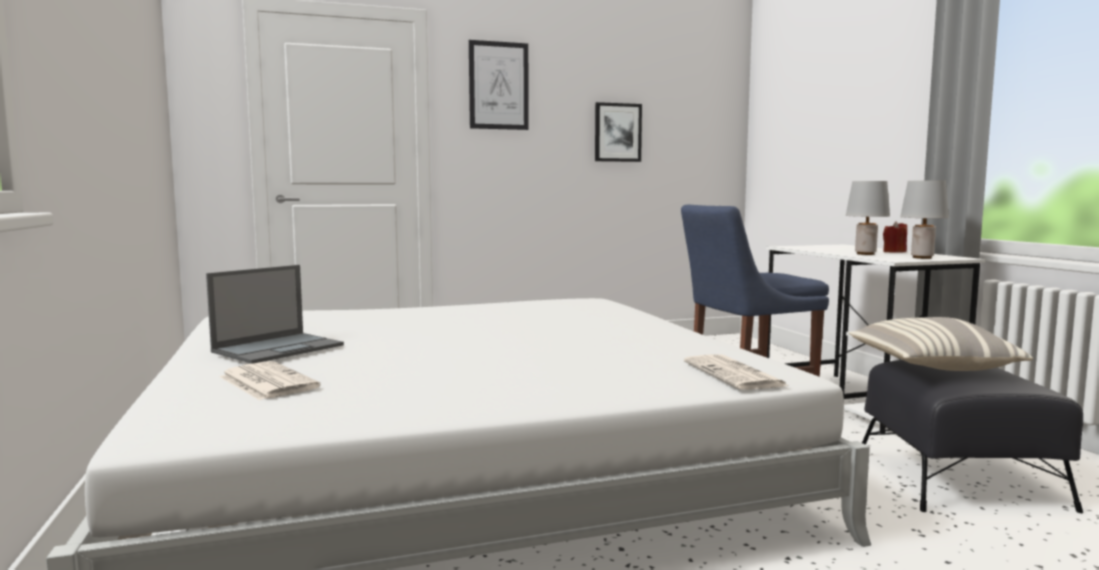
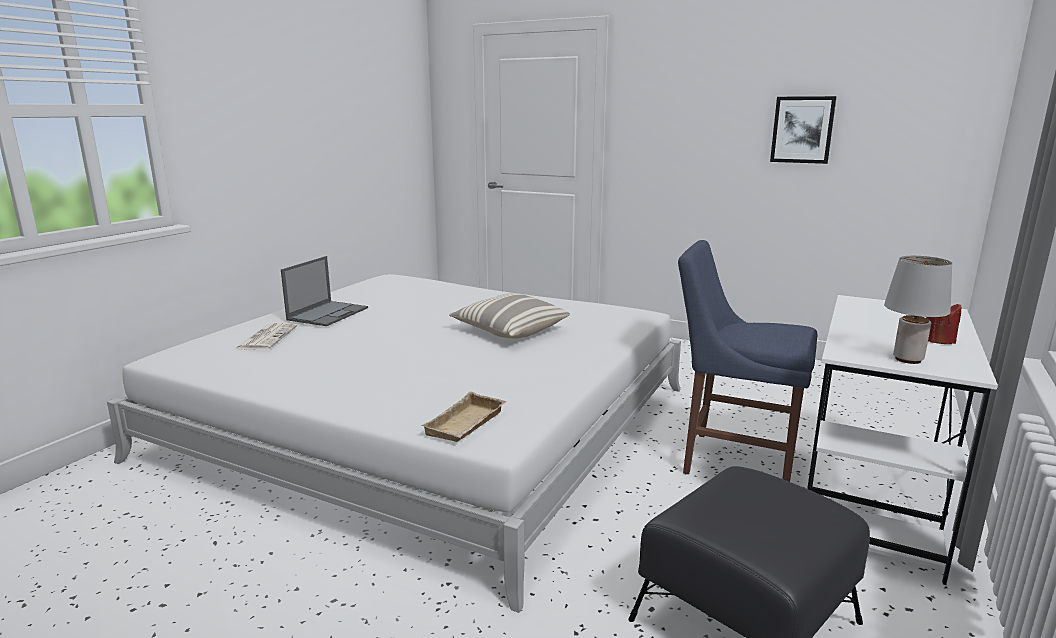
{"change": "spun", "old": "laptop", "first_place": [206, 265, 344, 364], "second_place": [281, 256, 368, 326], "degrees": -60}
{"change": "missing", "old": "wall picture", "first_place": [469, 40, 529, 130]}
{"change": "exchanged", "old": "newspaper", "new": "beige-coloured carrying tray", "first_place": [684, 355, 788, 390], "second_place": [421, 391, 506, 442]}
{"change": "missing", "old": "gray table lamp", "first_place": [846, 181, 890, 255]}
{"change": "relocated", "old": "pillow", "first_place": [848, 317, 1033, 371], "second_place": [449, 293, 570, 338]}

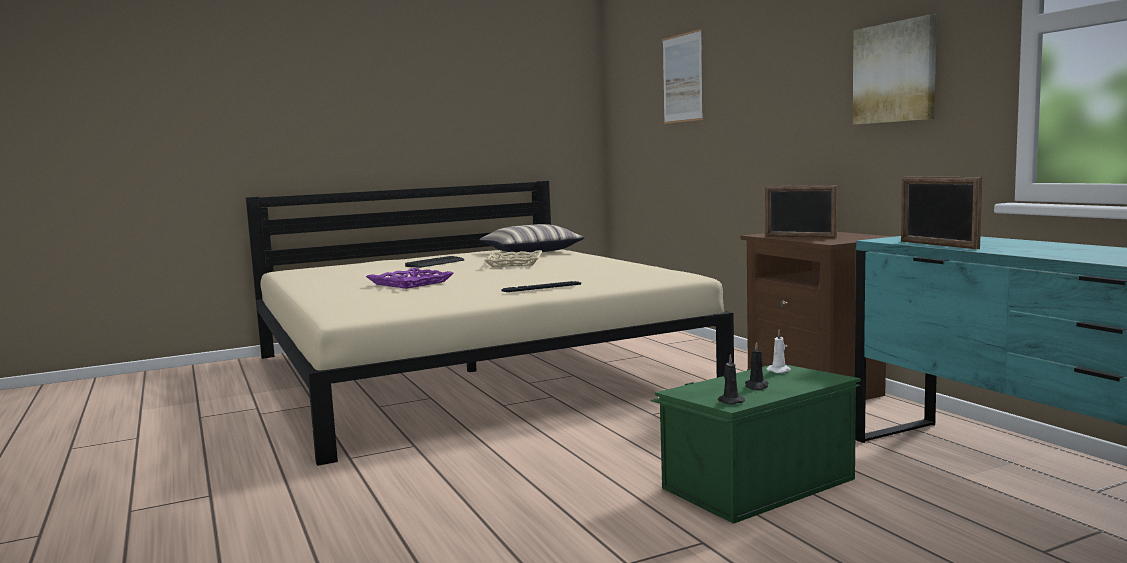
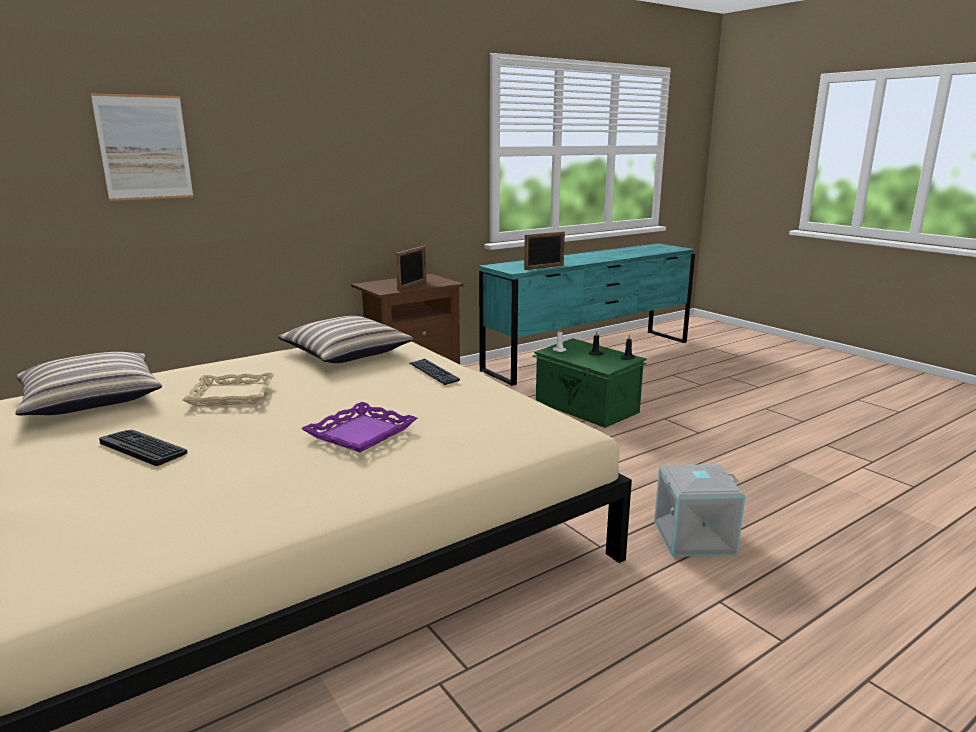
{"change": "missing", "old": "wall picture", "first_place": [853, 14, 937, 125]}
{"change": "appeared", "new": "pillow", "second_place": [278, 316, 414, 363]}
{"change": "appeared", "new": "gray storage container", "second_place": [654, 464, 745, 557]}

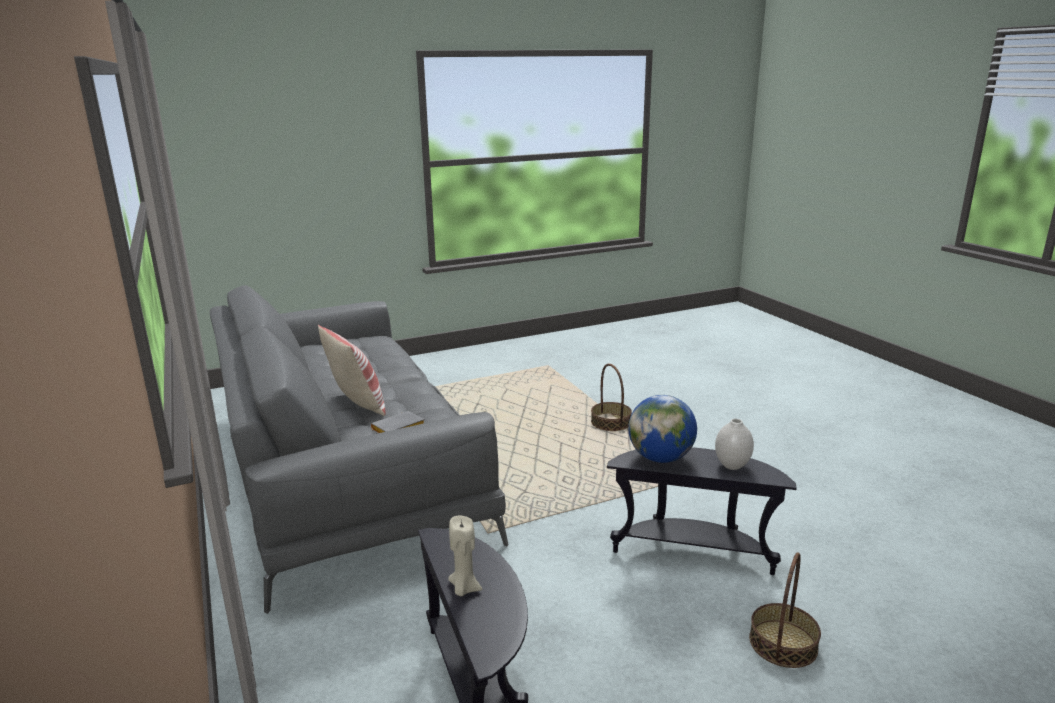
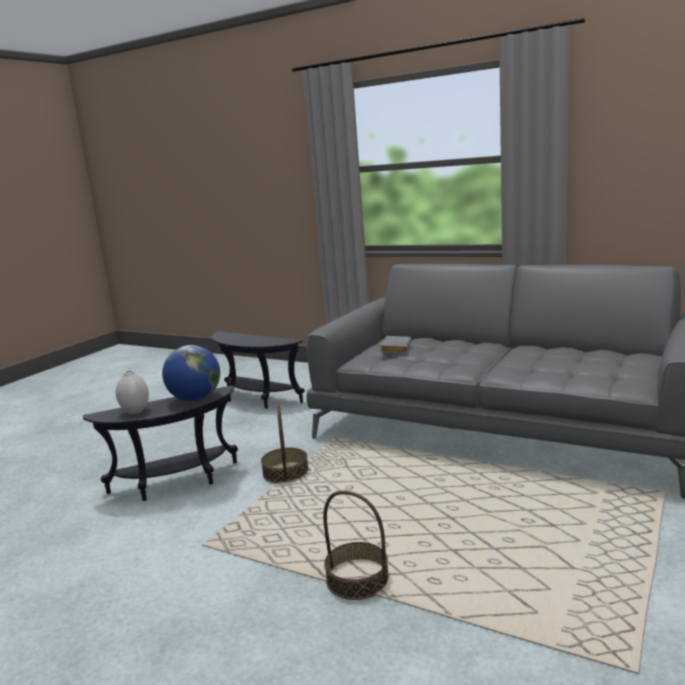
{"change": "missing", "old": "pillow", "first_place": [318, 325, 385, 416]}
{"change": "missing", "old": "beige-coloured wax light", "first_place": [448, 516, 482, 596]}
{"change": "relocated", "old": "storage basket", "first_place": [749, 552, 821, 668], "second_place": [261, 404, 308, 483]}

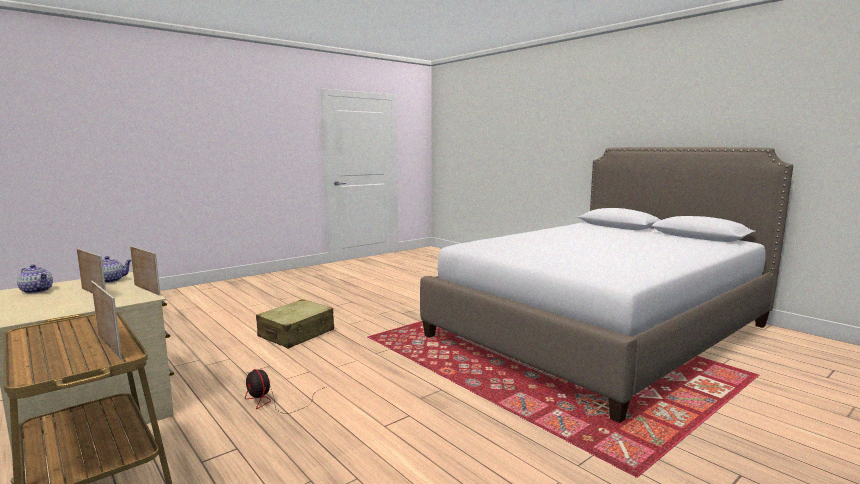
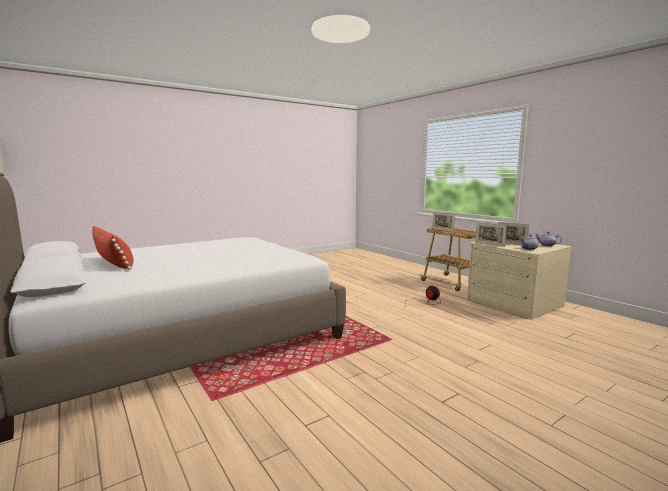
{"change": "missing", "old": "beige-coloured piece of luggage", "first_place": [256, 299, 334, 349]}
{"change": "appeared", "new": "red pillow", "second_place": [92, 226, 134, 270]}

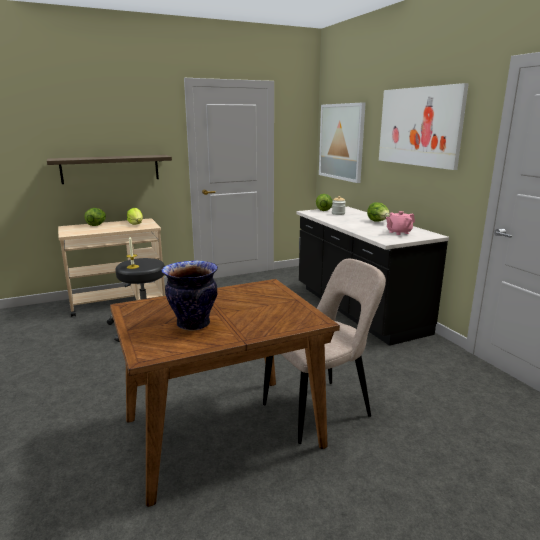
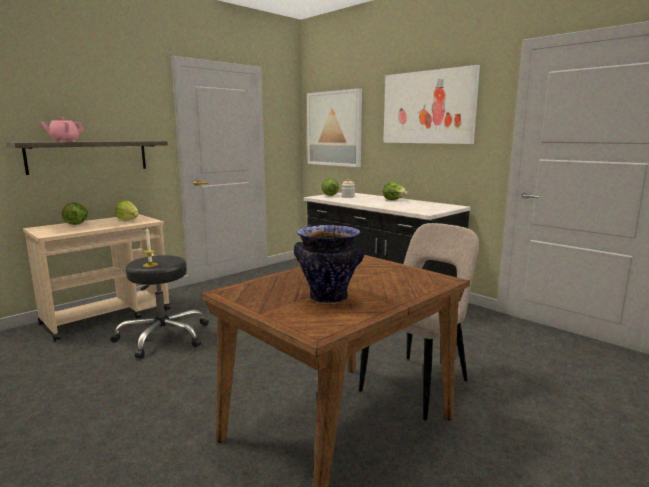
{"change": "relocated", "old": "pink-coloured teapot", "first_place": [386, 211, 415, 235], "second_place": [40, 117, 84, 142]}

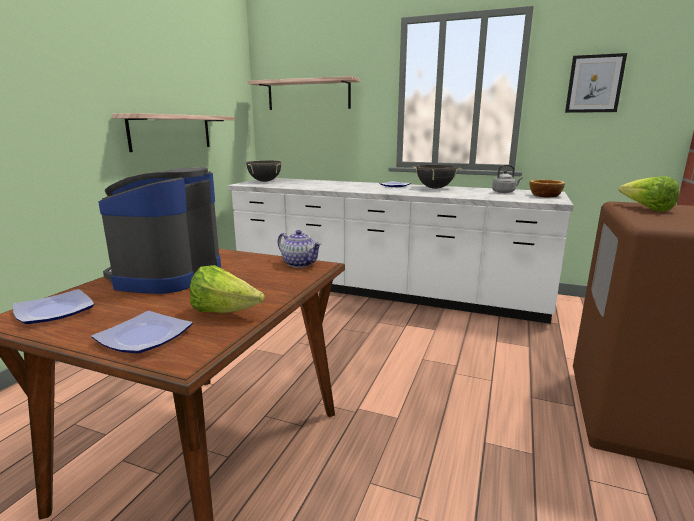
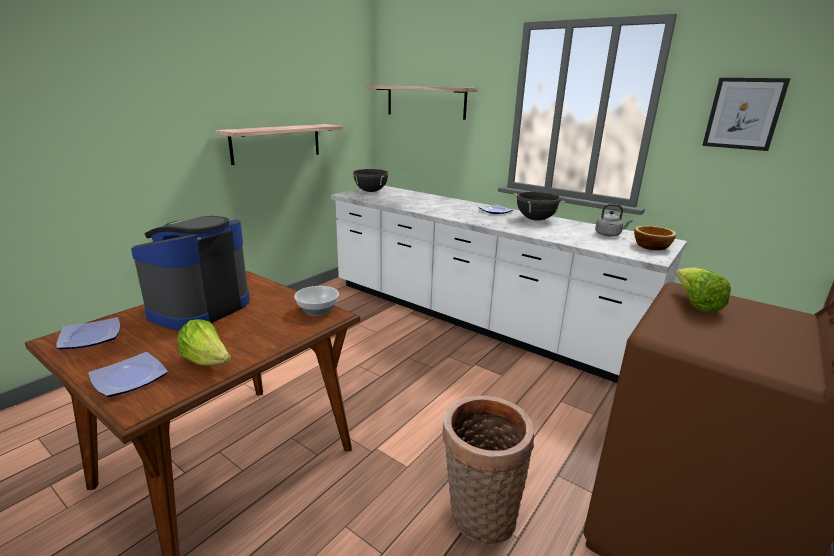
{"change": "exchanged", "old": "teapot", "new": "deep dish", "first_place": [278, 230, 322, 268], "second_place": [294, 286, 339, 316]}
{"change": "appeared", "new": "storage basket", "second_place": [442, 396, 534, 545]}

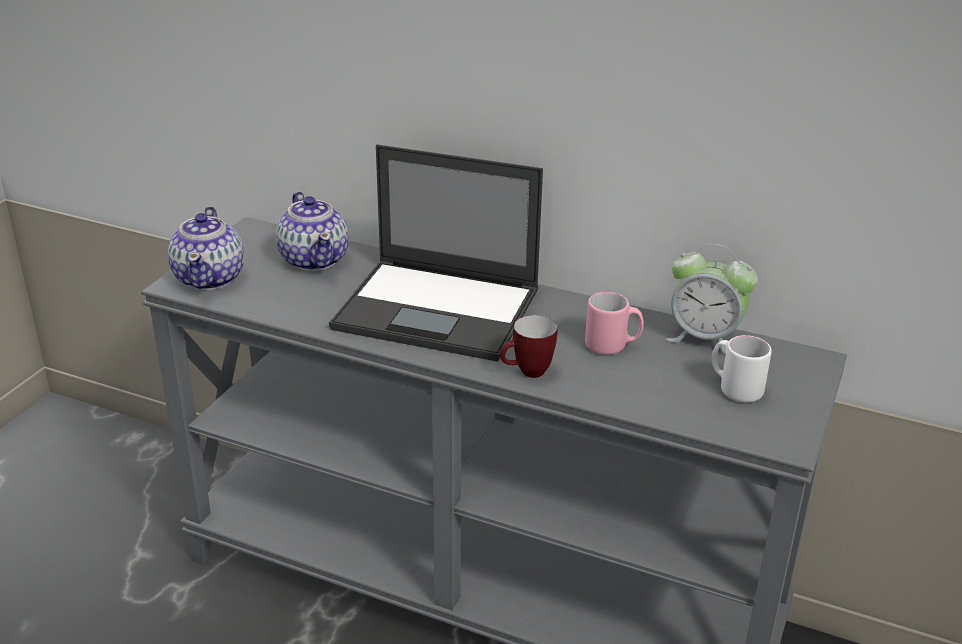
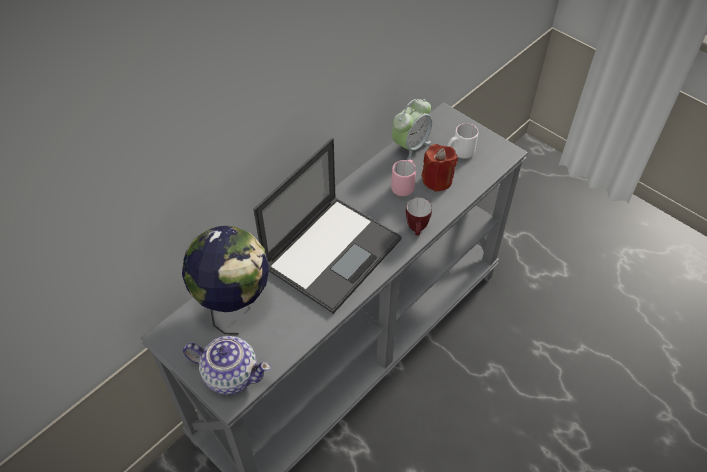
{"change": "exchanged", "old": "teapot", "new": "desk globe", "first_place": [276, 192, 349, 271], "second_place": [182, 226, 269, 335]}
{"change": "appeared", "new": "red wax light", "second_place": [422, 144, 458, 192]}

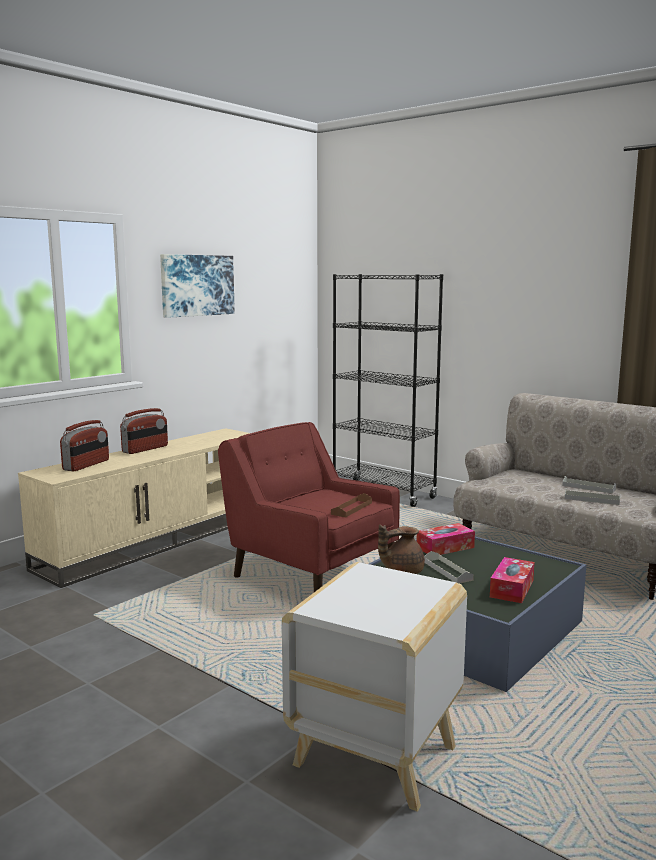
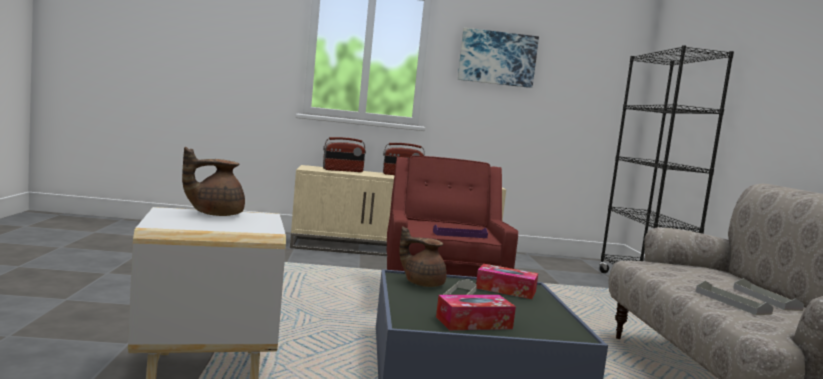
{"change": "colour", "old": "brown-coloured carrying tray", "new": "purple-coloured carrying tray", "first_place": [331, 493, 372, 517], "second_place": [433, 225, 488, 238]}
{"change": "appeared", "new": "brown-coloured teapot", "second_place": [182, 147, 245, 216]}

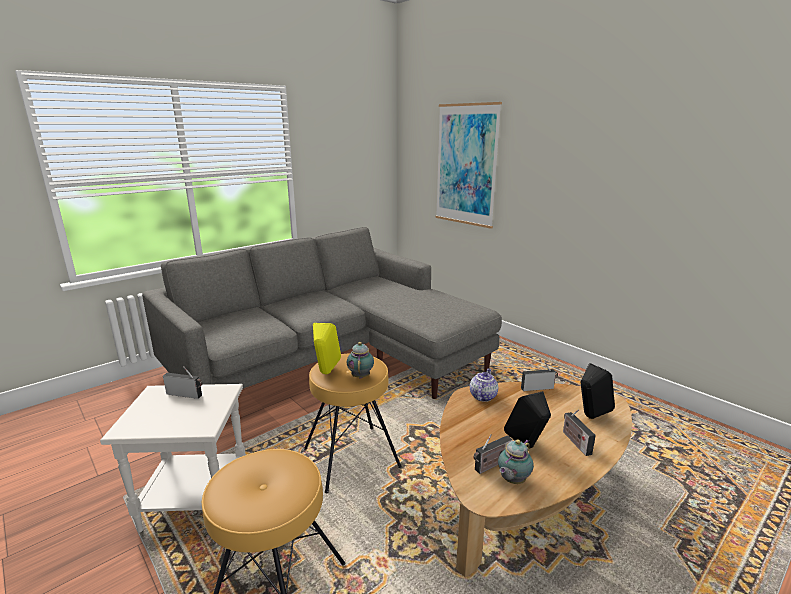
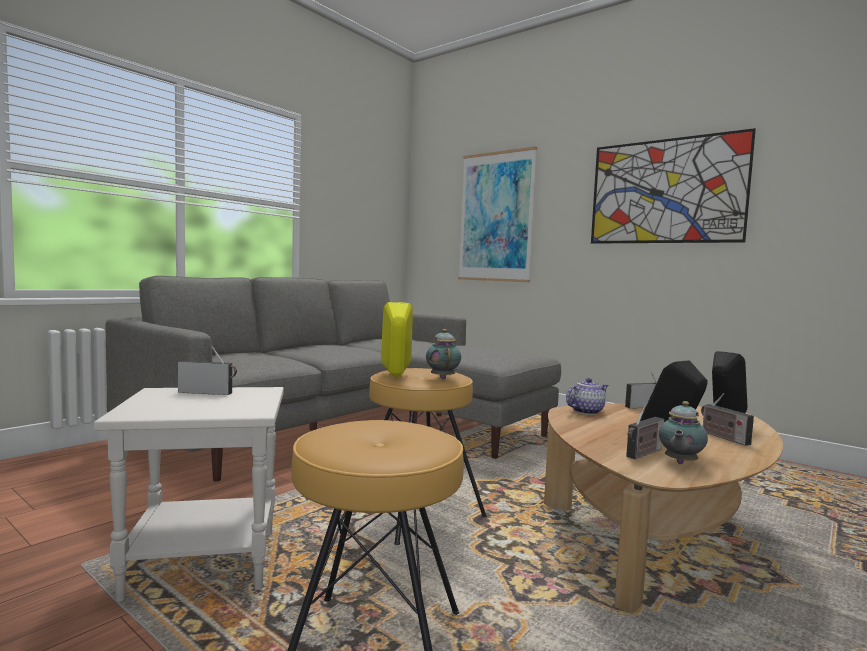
{"change": "spun", "old": "teapot", "first_place": [470, 368, 498, 402], "second_place": [566, 378, 608, 415], "degrees": 45}
{"change": "appeared", "new": "wall picture", "second_place": [591, 128, 756, 244]}

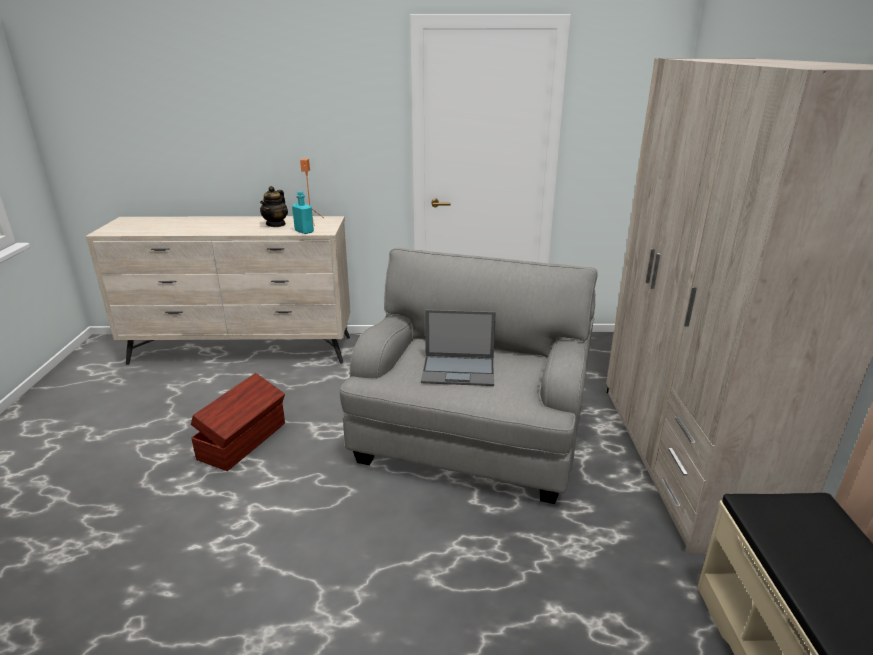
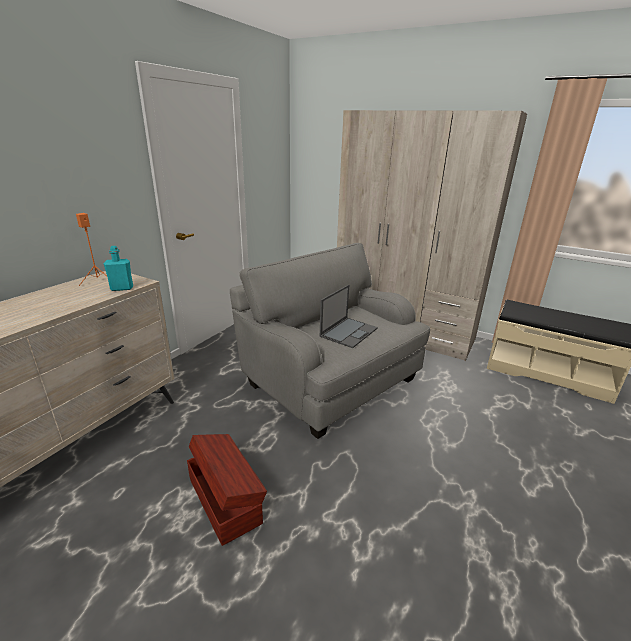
{"change": "missing", "old": "teapot", "first_place": [260, 186, 288, 227]}

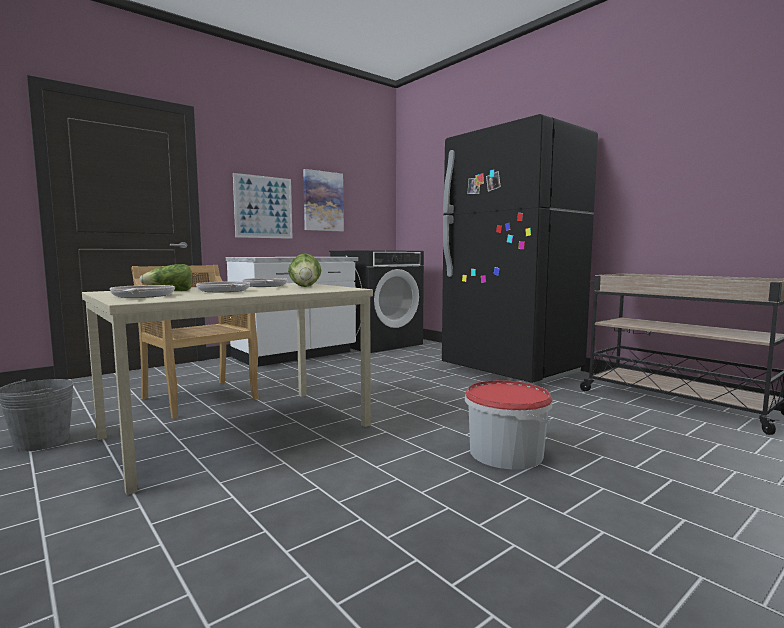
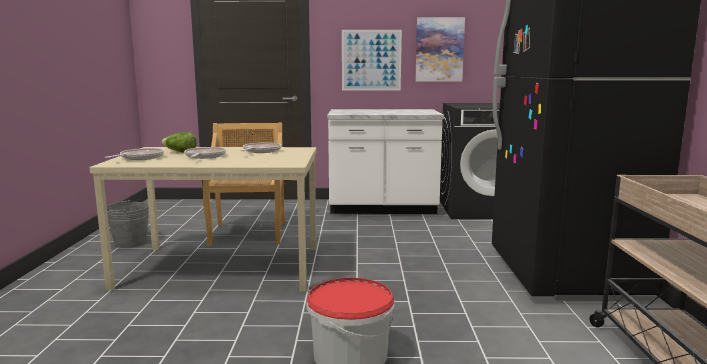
{"change": "missing", "old": "head of lettuce", "first_place": [288, 253, 321, 287]}

